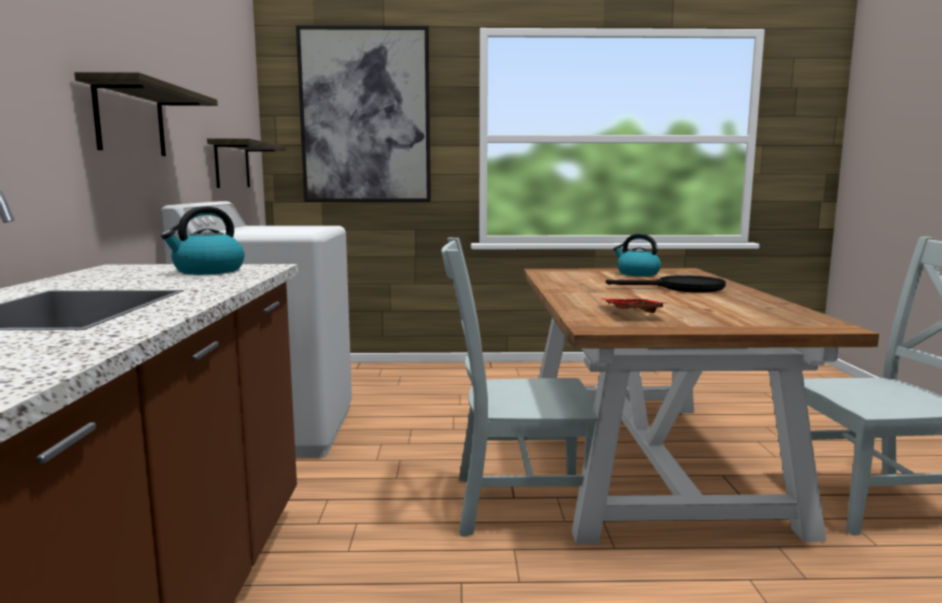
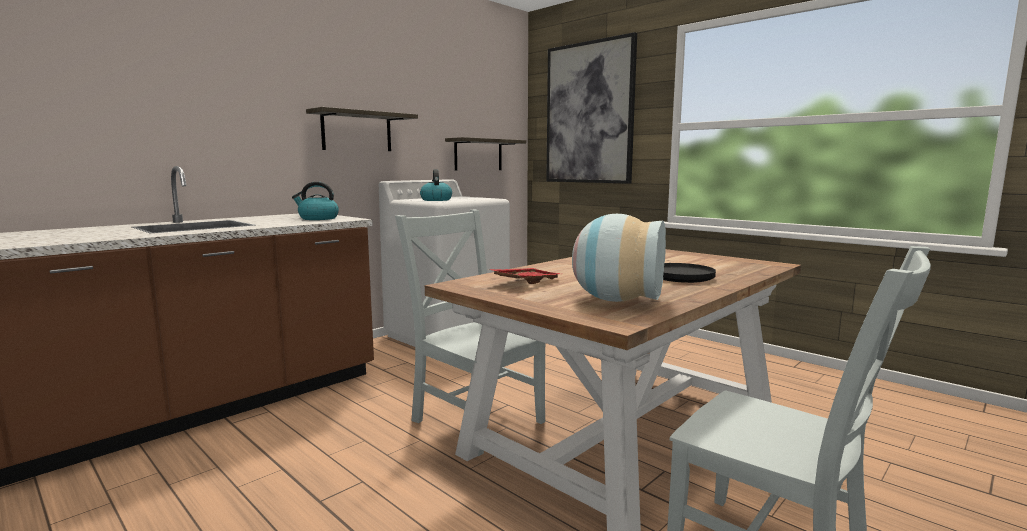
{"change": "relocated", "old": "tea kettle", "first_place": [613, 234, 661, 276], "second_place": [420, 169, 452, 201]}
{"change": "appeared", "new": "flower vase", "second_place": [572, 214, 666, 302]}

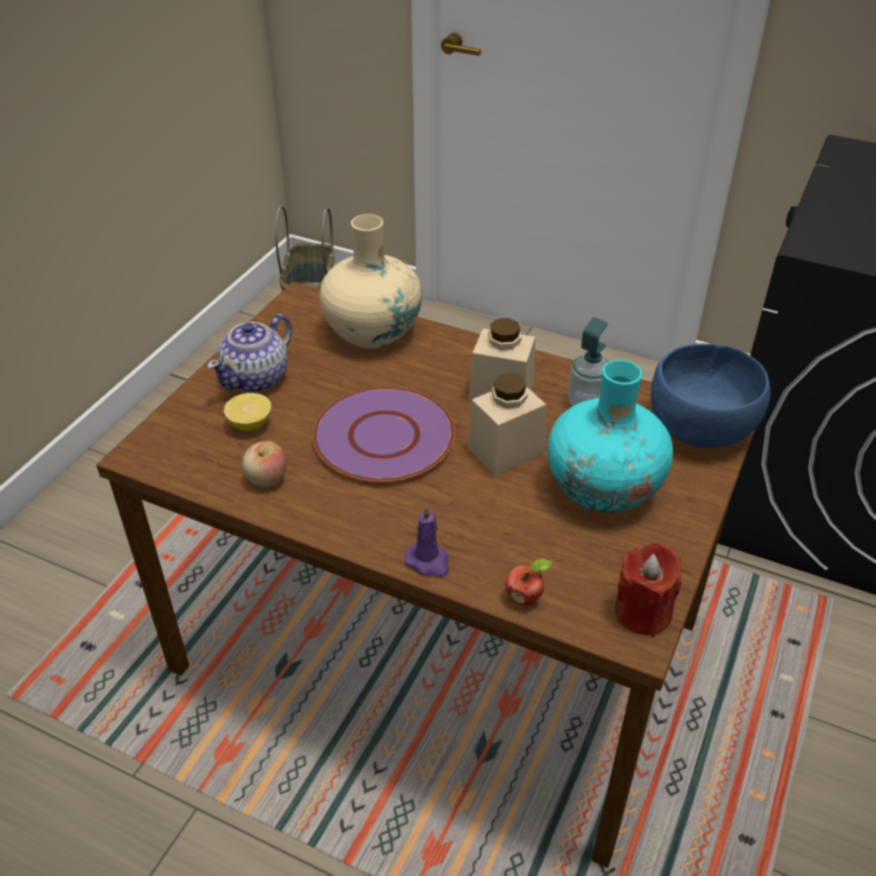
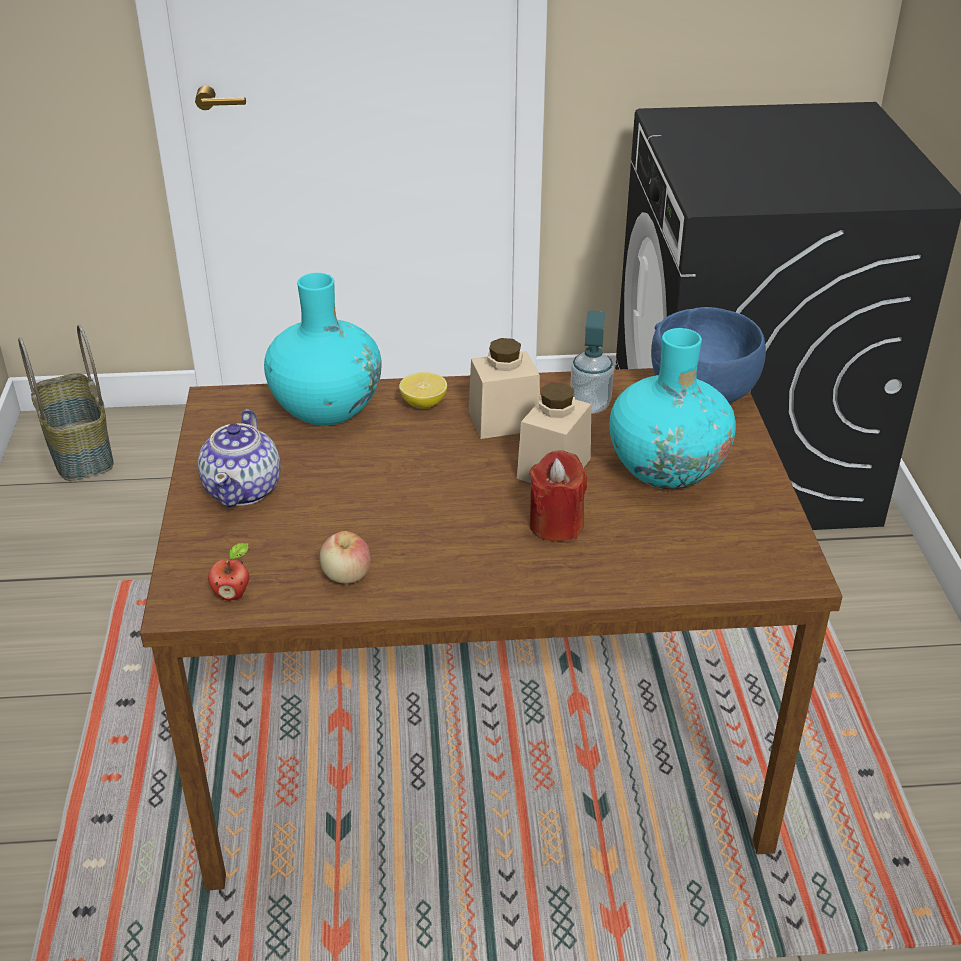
{"change": "relocated", "old": "citrus fruit", "first_place": [224, 393, 271, 431], "second_place": [399, 372, 447, 409]}
{"change": "missing", "old": "purple-coloured flat dish", "first_place": [313, 387, 455, 482]}
{"change": "colour", "old": "beige-coloured flower vase", "new": "blue-green flower vase", "first_place": [319, 214, 422, 348], "second_place": [264, 273, 382, 426]}
{"change": "missing", "old": "purple-coloured wax light", "first_place": [404, 505, 449, 577]}
{"change": "relocated", "old": "apple fruit", "first_place": [505, 559, 552, 606], "second_place": [208, 543, 249, 601]}
{"change": "relocated", "old": "red wax light", "first_place": [615, 543, 682, 637], "second_place": [529, 450, 587, 542]}

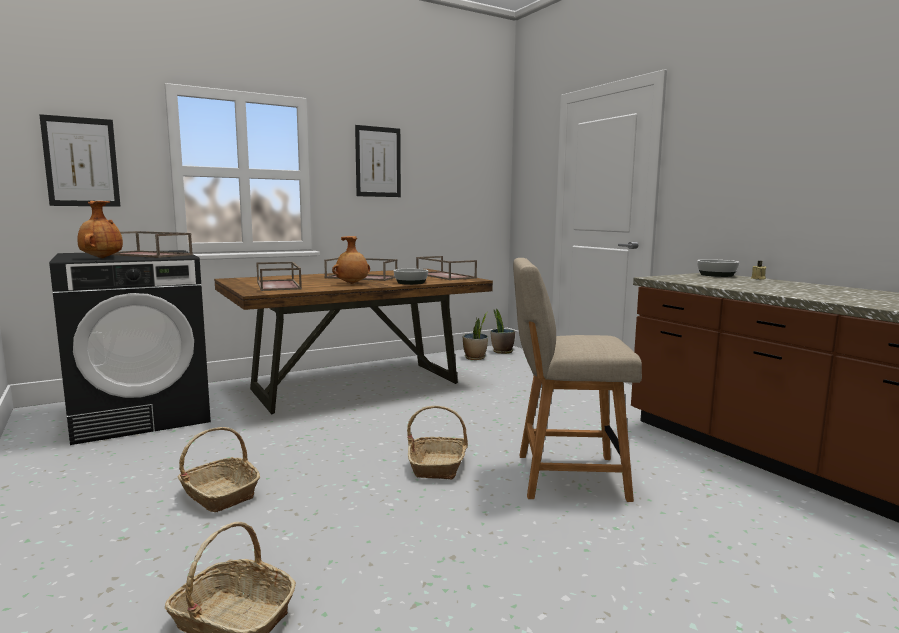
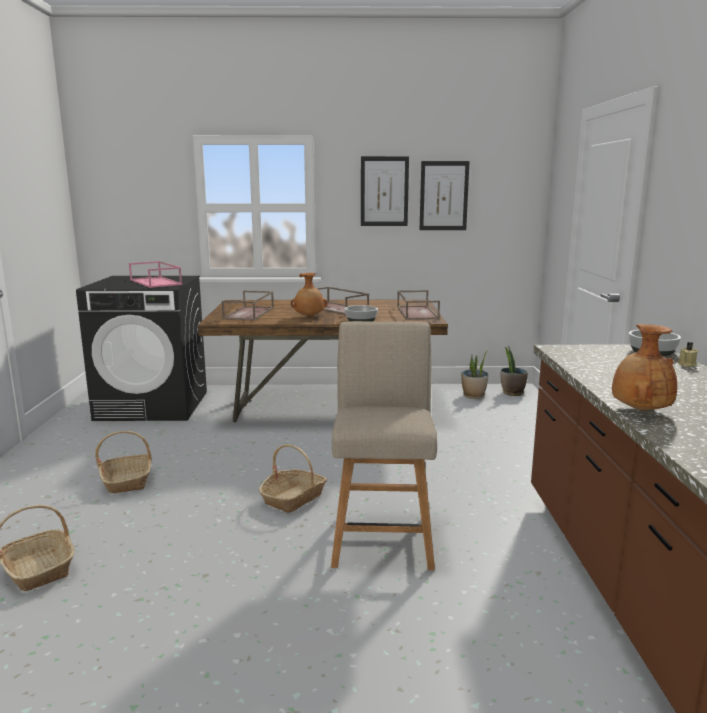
{"change": "relocated", "old": "wall picture", "first_place": [39, 114, 120, 207], "second_place": [420, 161, 470, 230]}
{"change": "relocated", "old": "brown-coloured flower vase", "first_place": [77, 201, 123, 258], "second_place": [612, 324, 677, 411]}
{"change": "colour", "old": "brown-coloured carrying tray", "new": "pink-coloured carrying tray", "first_place": [112, 231, 193, 258], "second_place": [129, 261, 182, 288]}
{"change": "spun", "old": "beige-coloured upright chair", "first_place": [513, 258, 642, 502], "second_place": [331, 321, 437, 570], "degrees": 60}

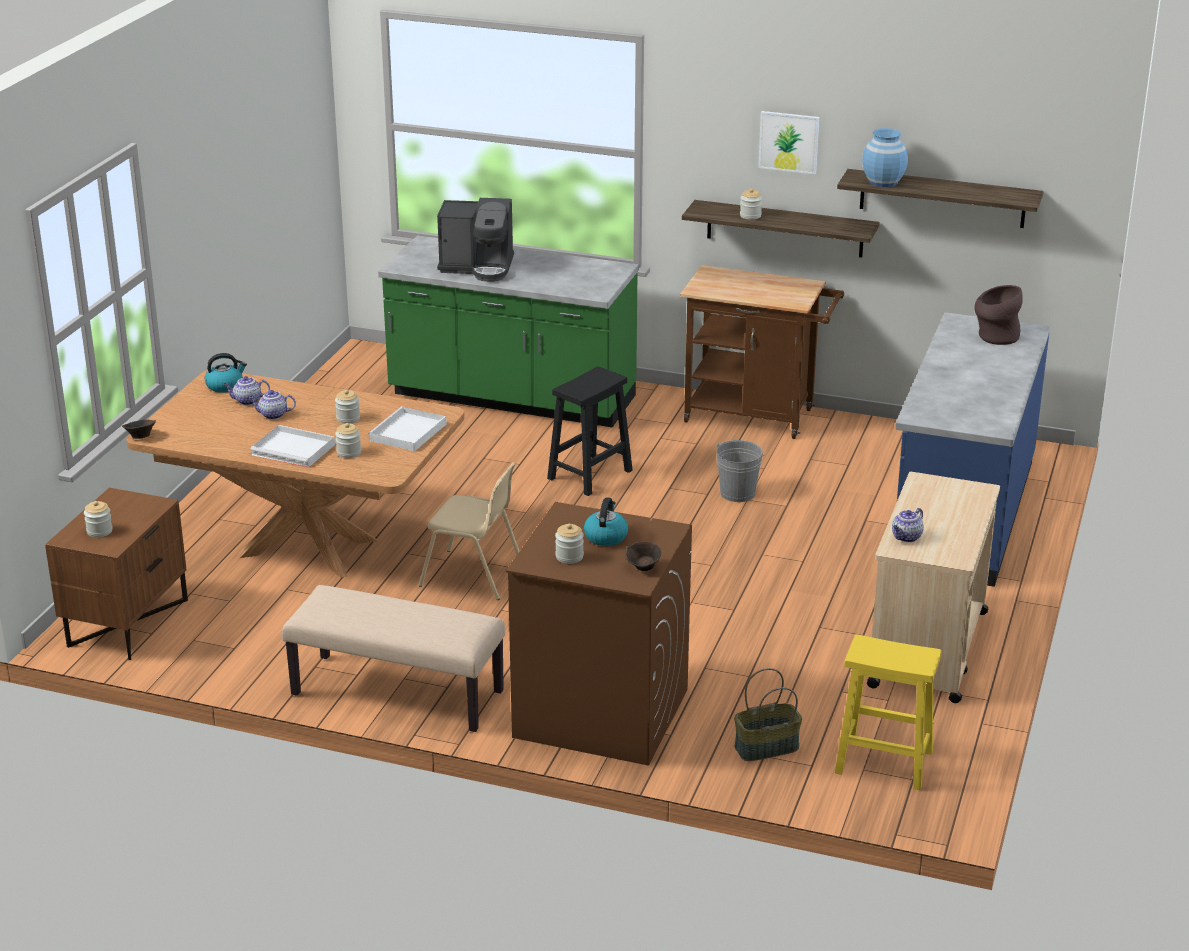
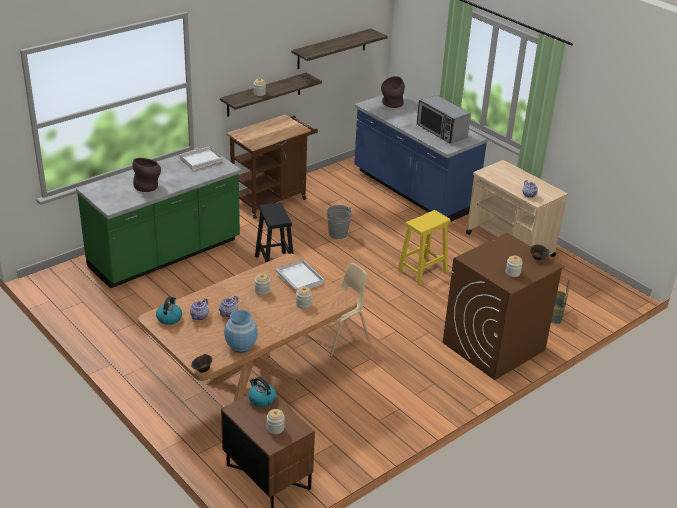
{"change": "relocated", "old": "white-coloured carrying tray", "first_place": [250, 425, 335, 468], "second_place": [180, 147, 223, 170]}
{"change": "missing", "old": "beige-coloured long seat", "first_place": [282, 585, 505, 732]}
{"change": "exchanged", "old": "coffee brewer", "new": "brown-coloured flower vase", "first_place": [437, 198, 514, 282], "second_place": [133, 158, 161, 192]}
{"change": "relocated", "old": "tea kettle", "first_place": [584, 497, 628, 546], "second_place": [248, 377, 276, 407]}
{"change": "missing", "old": "wall picture", "first_place": [758, 111, 819, 174]}
{"change": "relocated", "old": "yellow stool seat", "first_place": [835, 634, 942, 790], "second_place": [398, 210, 451, 285]}
{"change": "relocated", "old": "blue-coloured flower vase", "first_place": [862, 128, 908, 187], "second_place": [224, 310, 258, 353]}
{"change": "appeared", "new": "kitchen microwave", "second_place": [417, 95, 471, 144]}

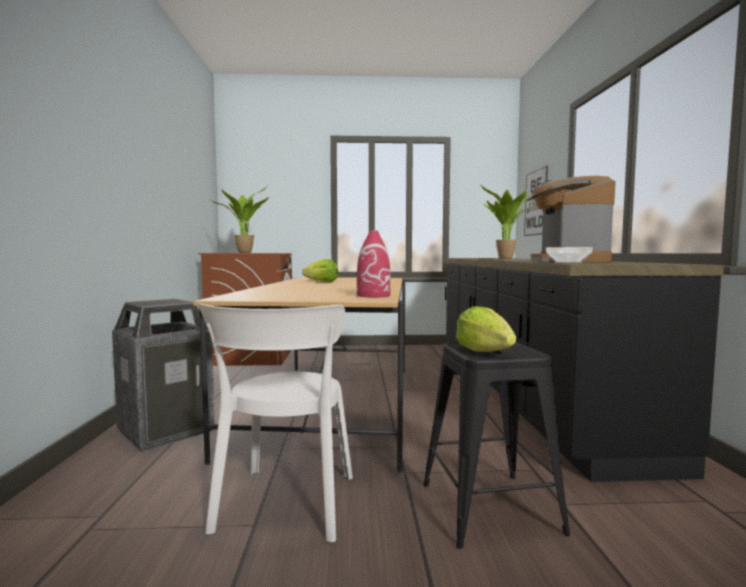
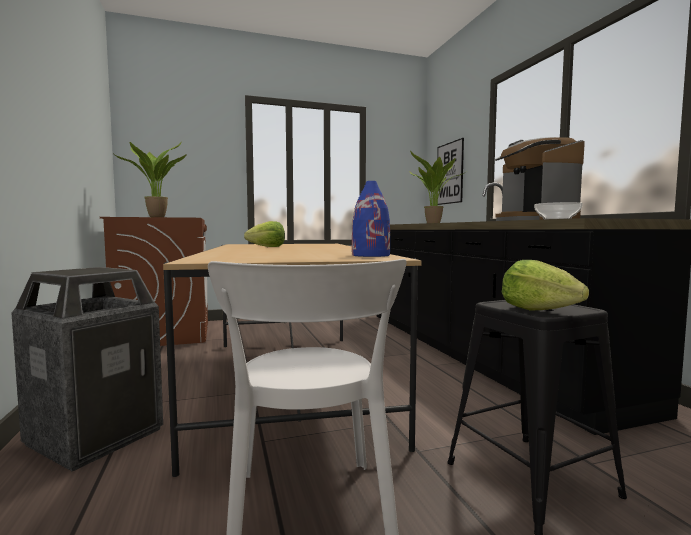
{"change": "colour", "old": "red flower vase", "new": "blue-coloured flower vase", "first_place": [357, 231, 391, 297], "second_place": [352, 181, 390, 257]}

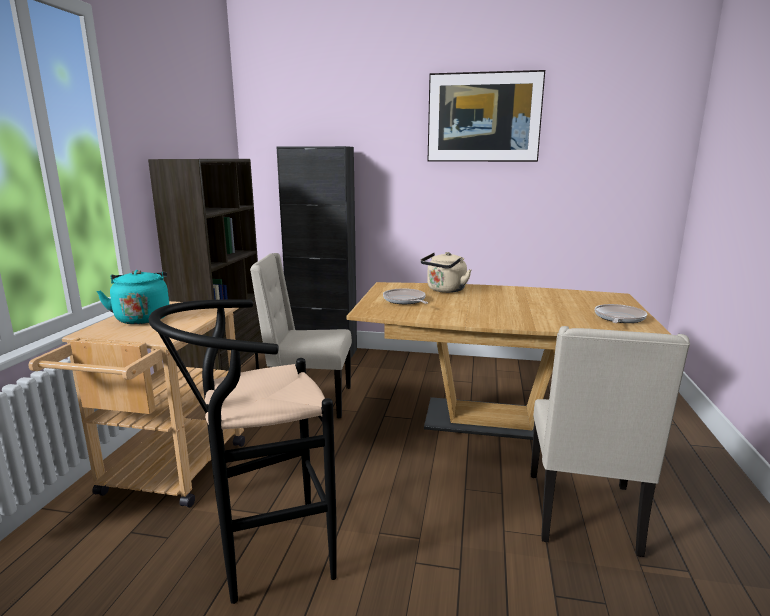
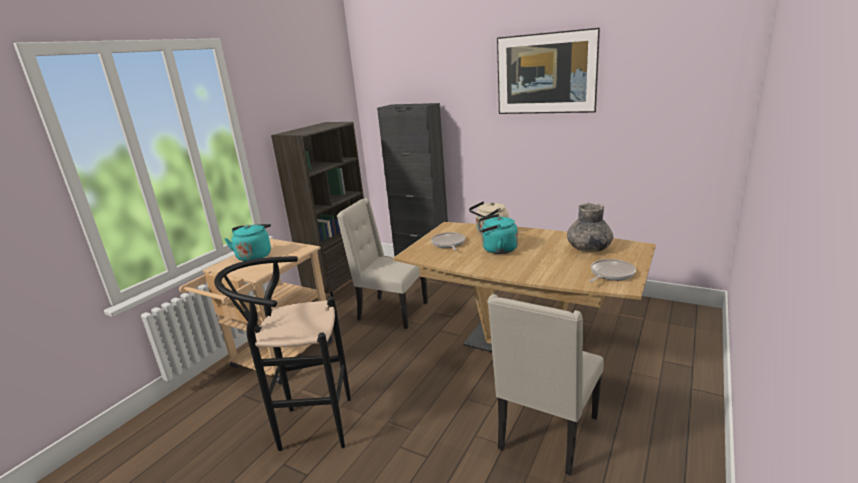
{"change": "appeared", "new": "blue-green tea kettle", "second_place": [479, 214, 518, 254]}
{"change": "appeared", "new": "gray flower vase", "second_place": [567, 203, 613, 252]}

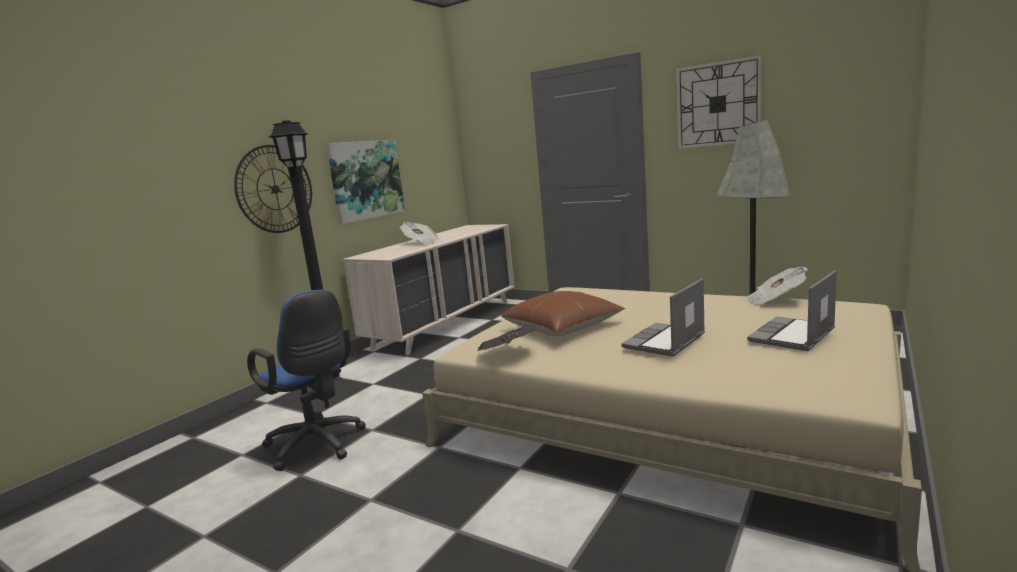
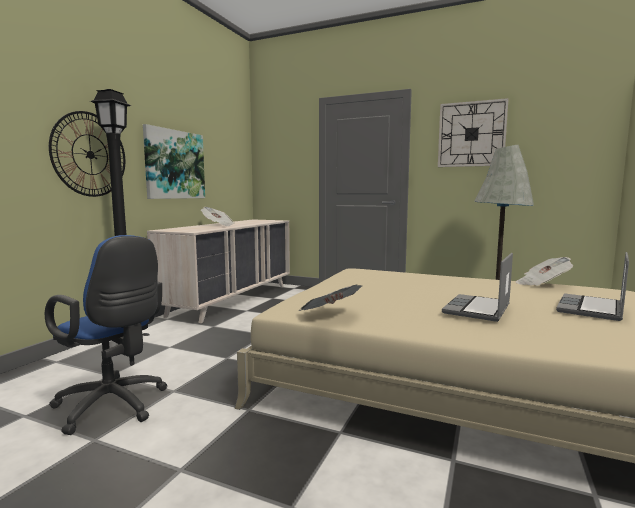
{"change": "missing", "old": "brown-coloured pillow", "first_place": [501, 291, 625, 336]}

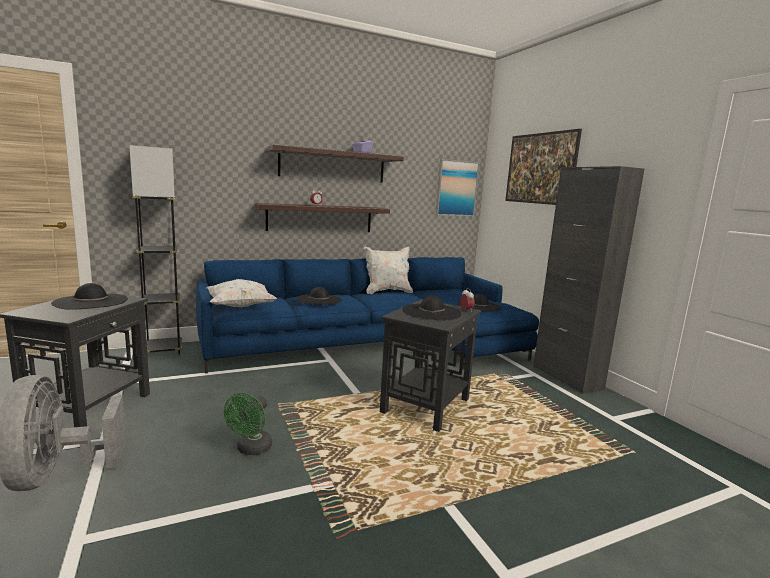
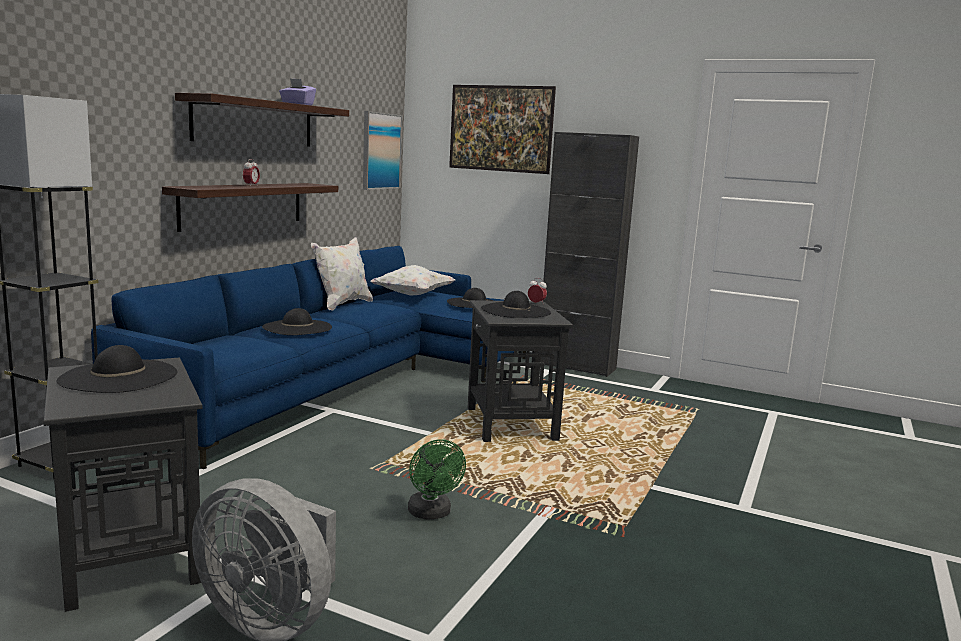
{"change": "relocated", "old": "white-coloured pillow", "first_place": [206, 279, 277, 307], "second_place": [370, 265, 455, 295]}

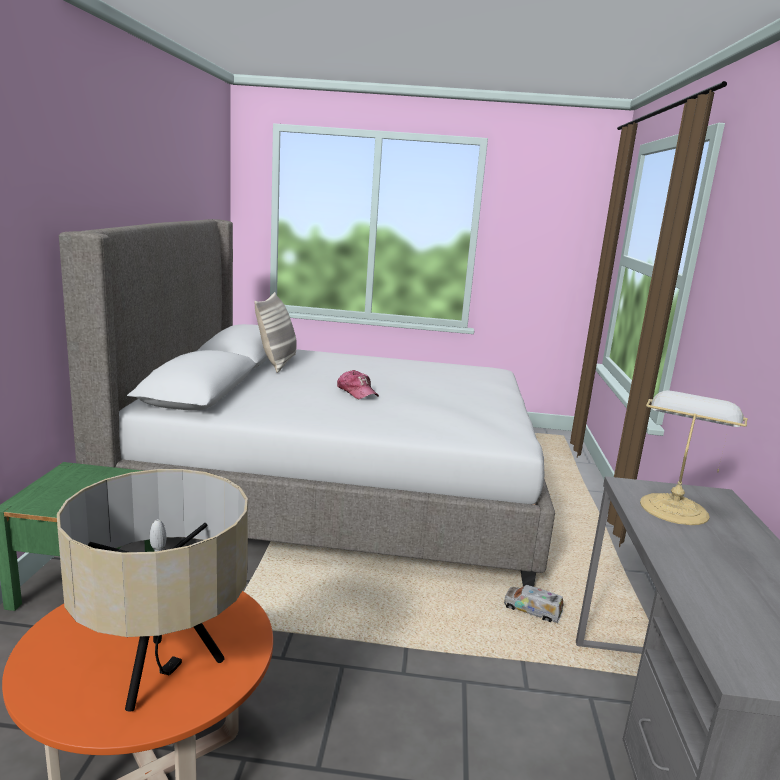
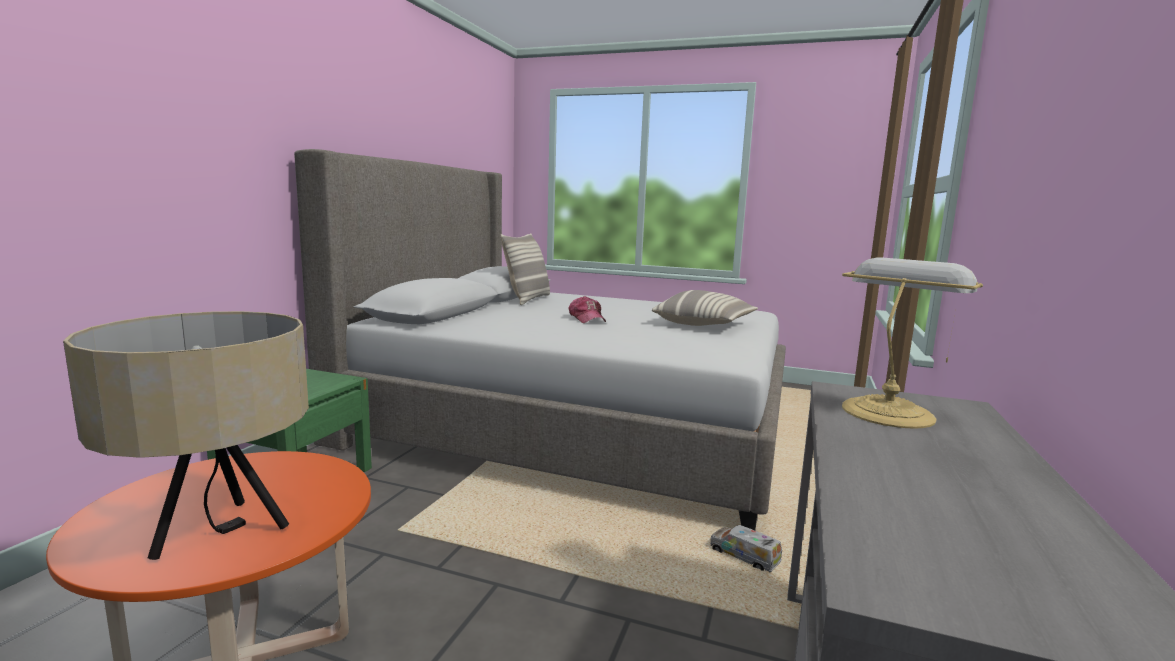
{"change": "appeared", "new": "pillow", "second_place": [652, 290, 758, 326]}

